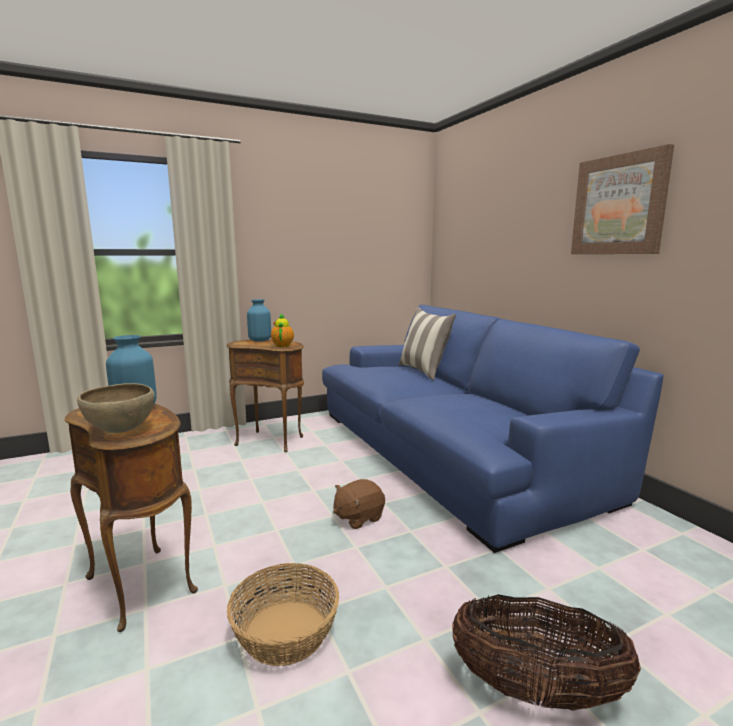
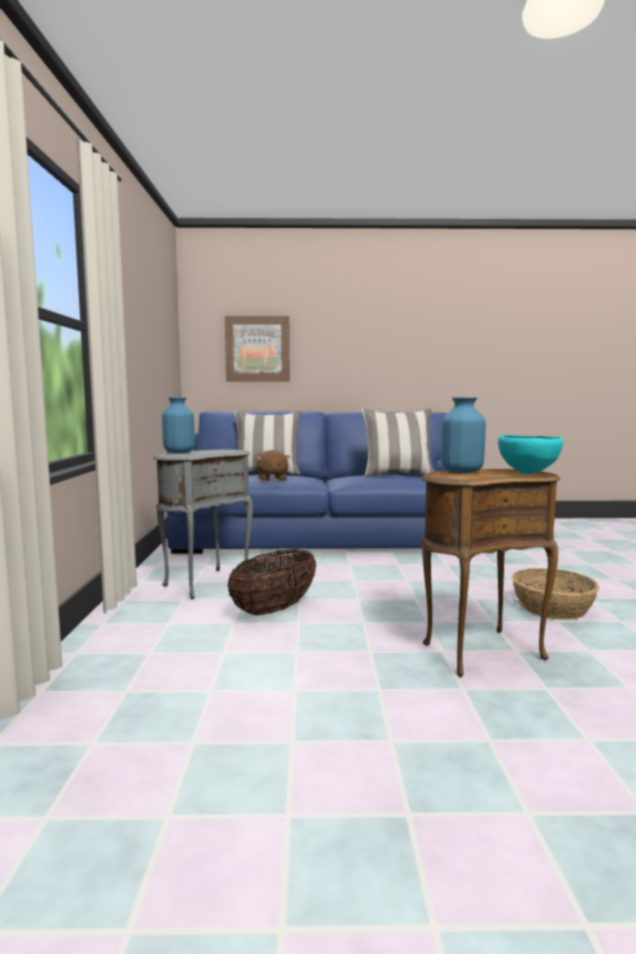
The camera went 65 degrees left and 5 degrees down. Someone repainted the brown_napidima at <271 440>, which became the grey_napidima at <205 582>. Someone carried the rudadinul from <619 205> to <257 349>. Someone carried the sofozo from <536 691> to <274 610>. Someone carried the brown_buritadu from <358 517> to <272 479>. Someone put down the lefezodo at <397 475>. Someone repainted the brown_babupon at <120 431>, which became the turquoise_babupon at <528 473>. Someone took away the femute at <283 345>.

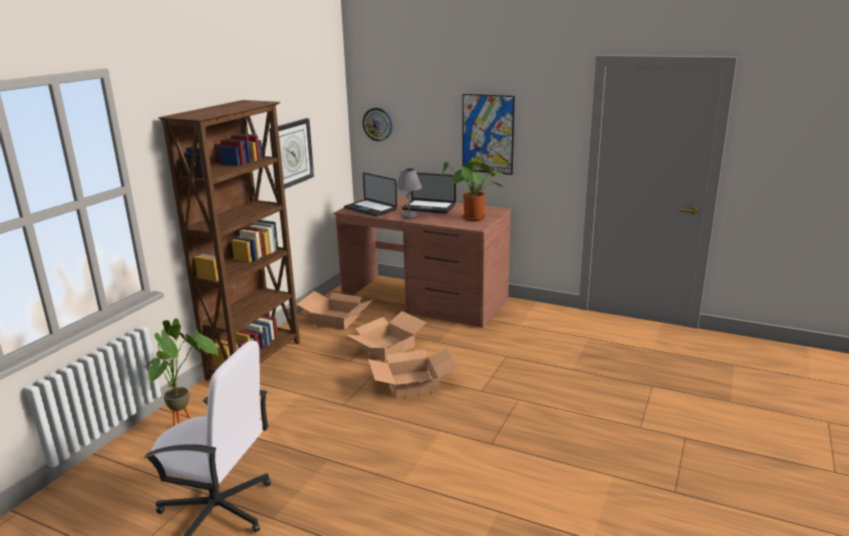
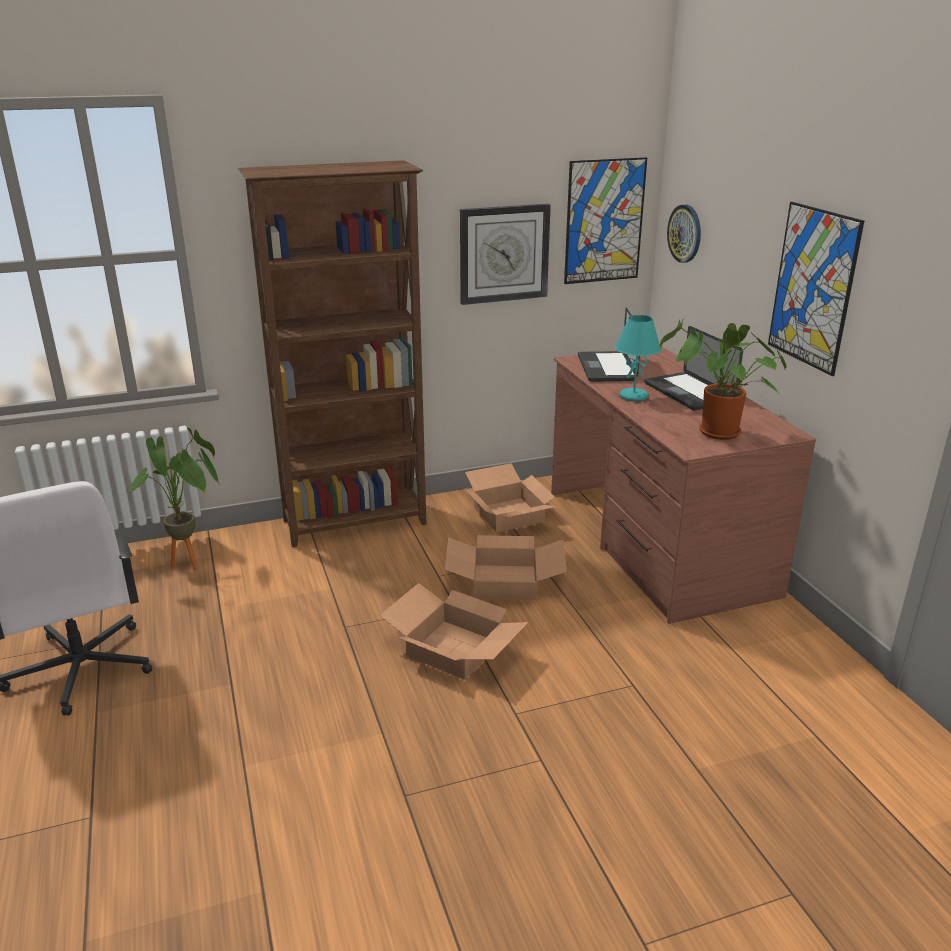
The camera went 45 degrees right and 5 degrees up. Someone put up the rudadinul at <604 221>. Someone repainted the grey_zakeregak at <409 216>, which became the turquoise_zakeregak at <634 396>.

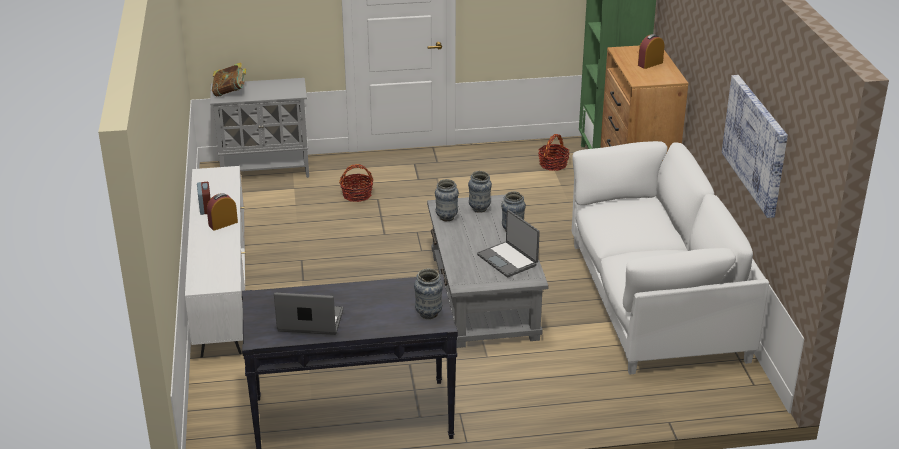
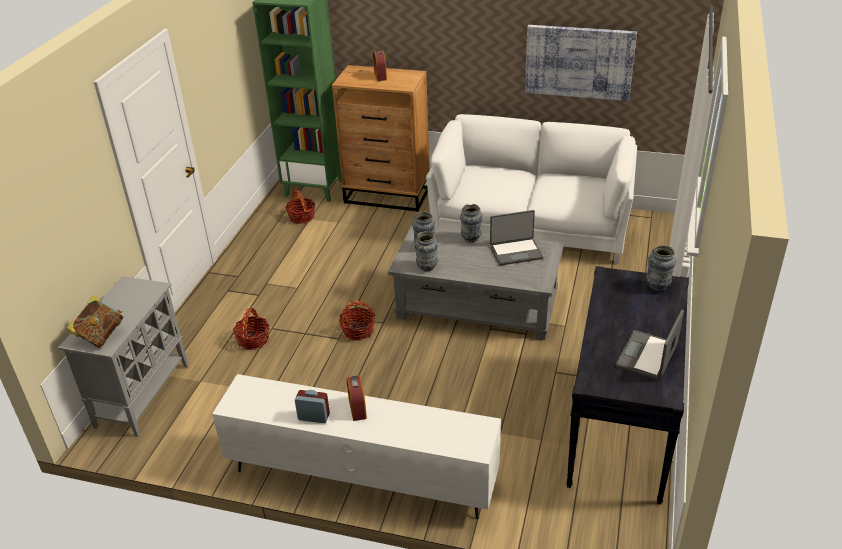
The camera went 65 degrees left and 5 degrees up. Someone put down the sofozo at <358 331>.

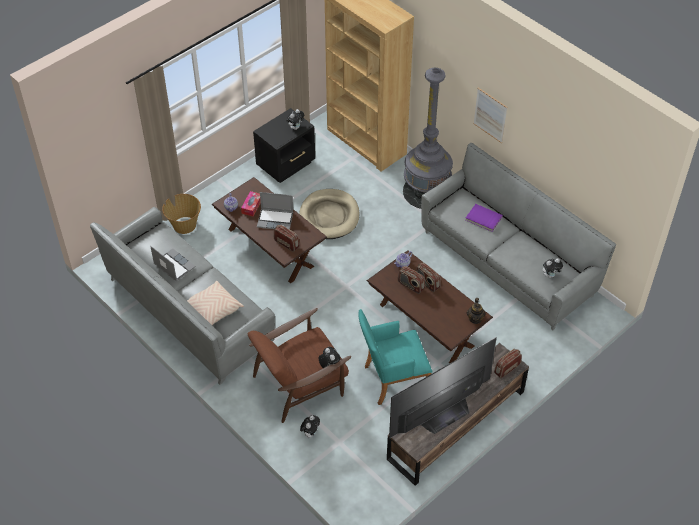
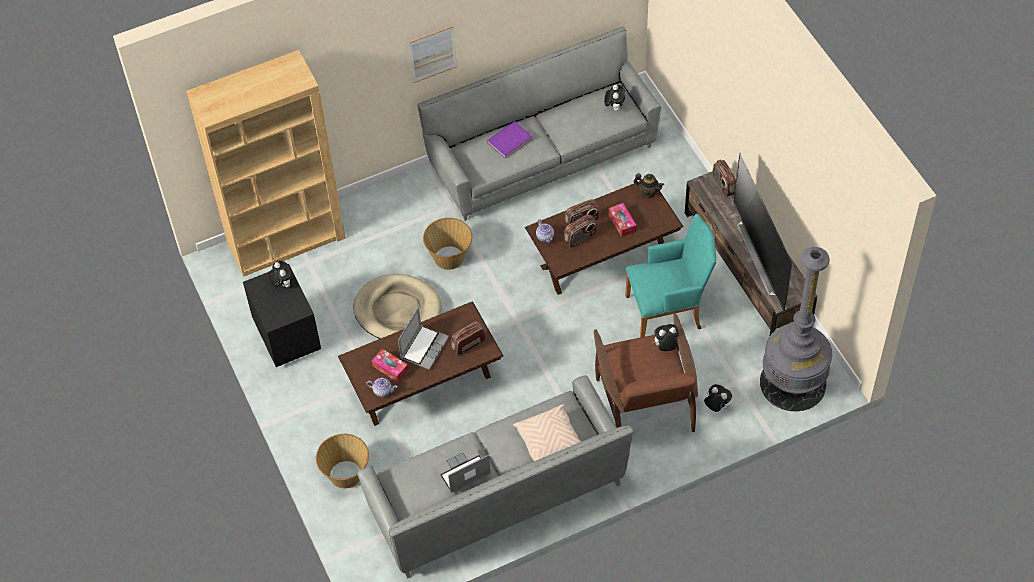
The camera went 70 degrees left and 5 degrees up. Someone put down the sofozo at <449 257>. Someone put down the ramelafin at <622 223>. Someone rotated the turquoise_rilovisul at <392 380> by 105 degrees counterclockwise. Someone carried the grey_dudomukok from <426 191> to <793 383>.

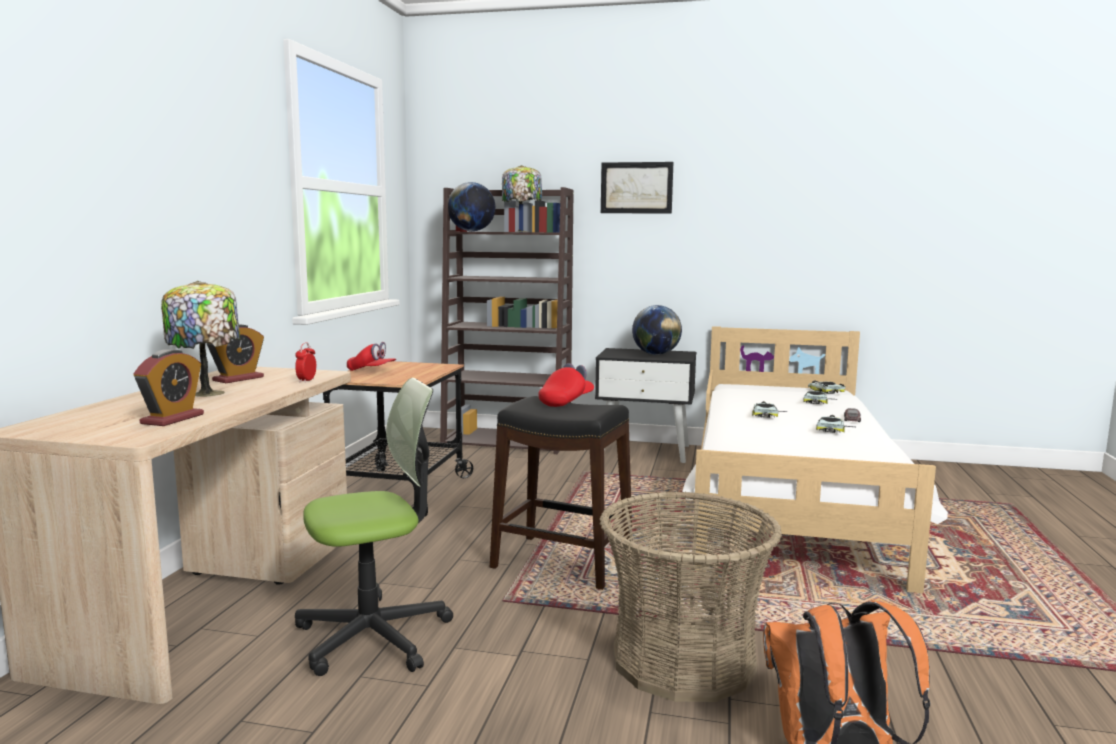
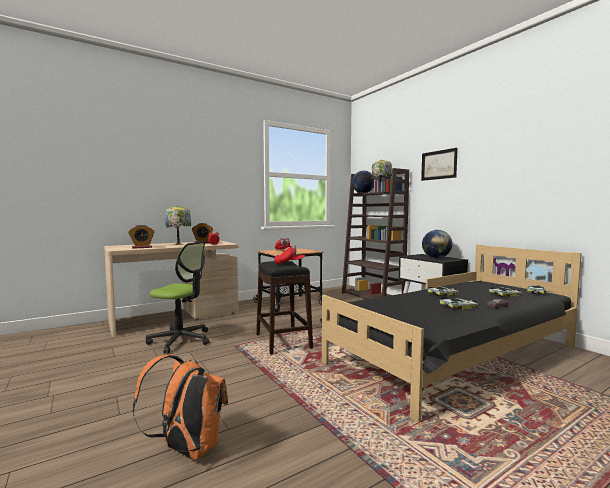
The camera went 45 degrees right and 5 degrees down. Someone repainted the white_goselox at <789 502>, which became the black_goselox at <455 355>. Someone took away the sofozo at <683 660>.

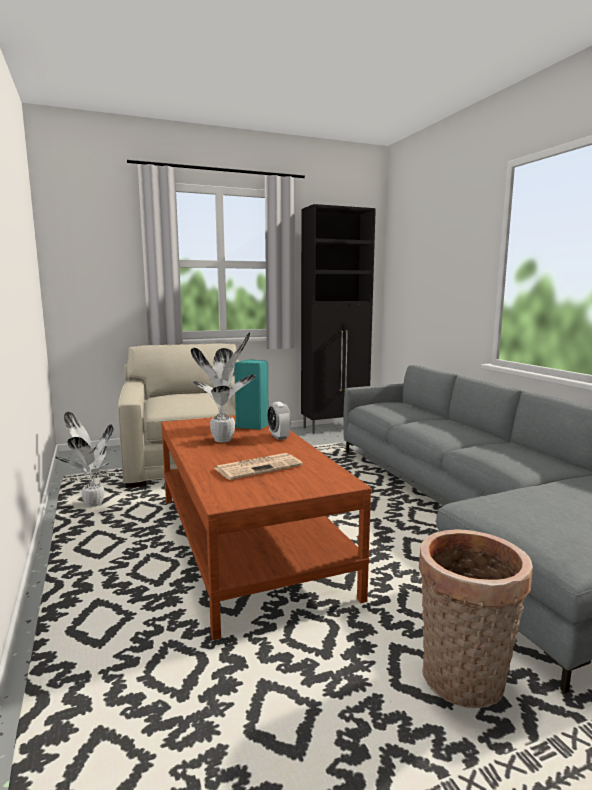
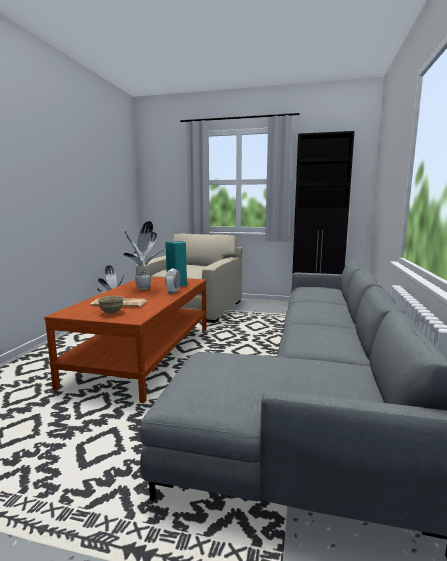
The camera went 35 degrees right and 0 degrees up. Someone put down the beige_babupon at <111 312>. Someone took away the sofozo at <464 682>.

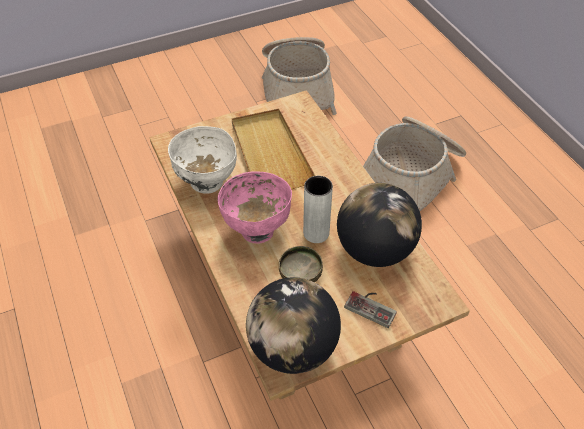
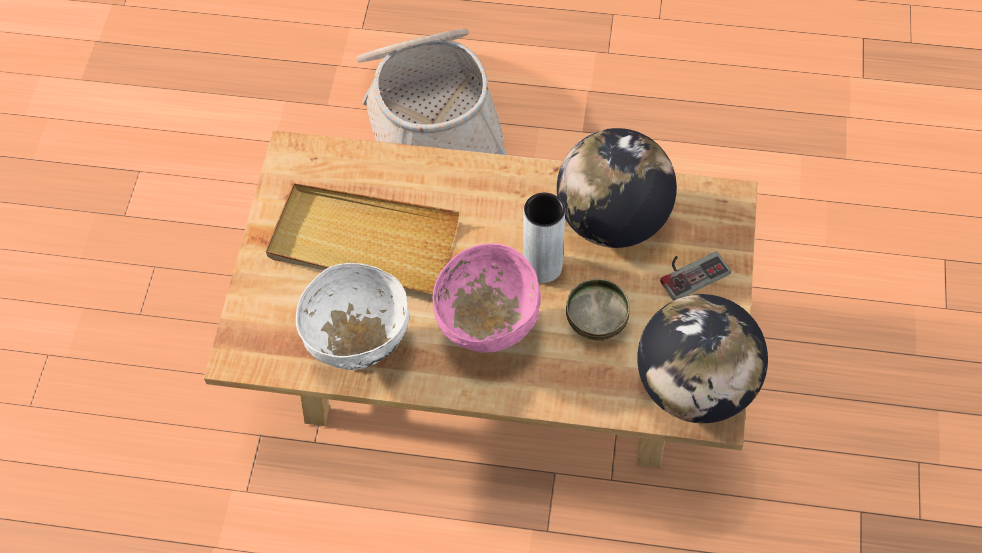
The camera went 55 degrees left and 10 degrees up. Someone took away the sofozo at <297 88>.

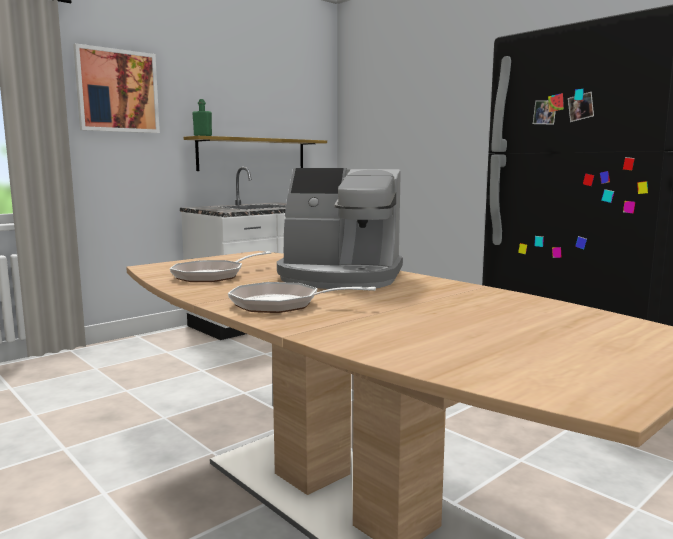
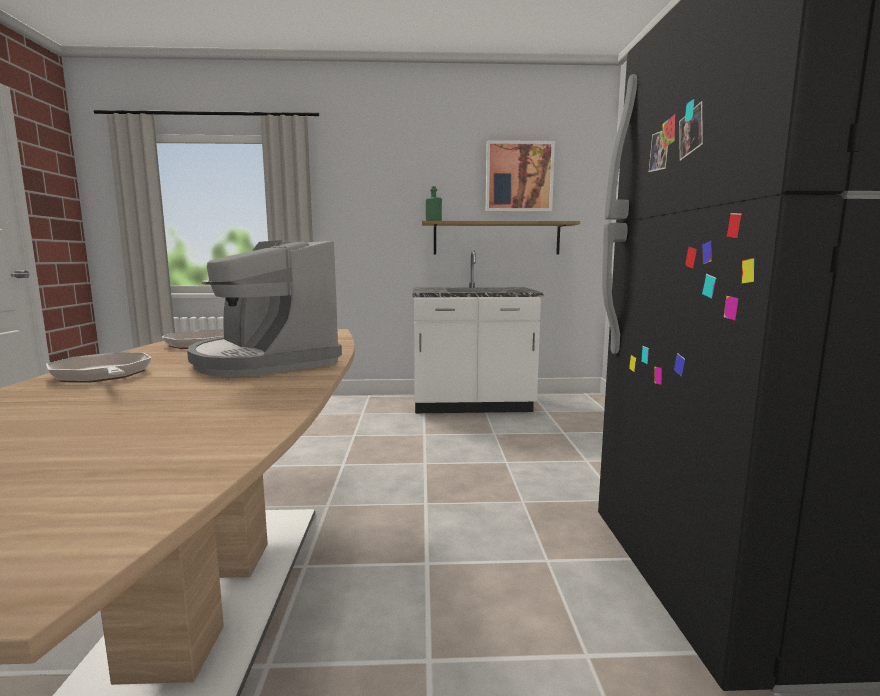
The camera went 40 degrees right and 0 degrees up. Someone carried the rudadinul from <117 91> to <519 177>.

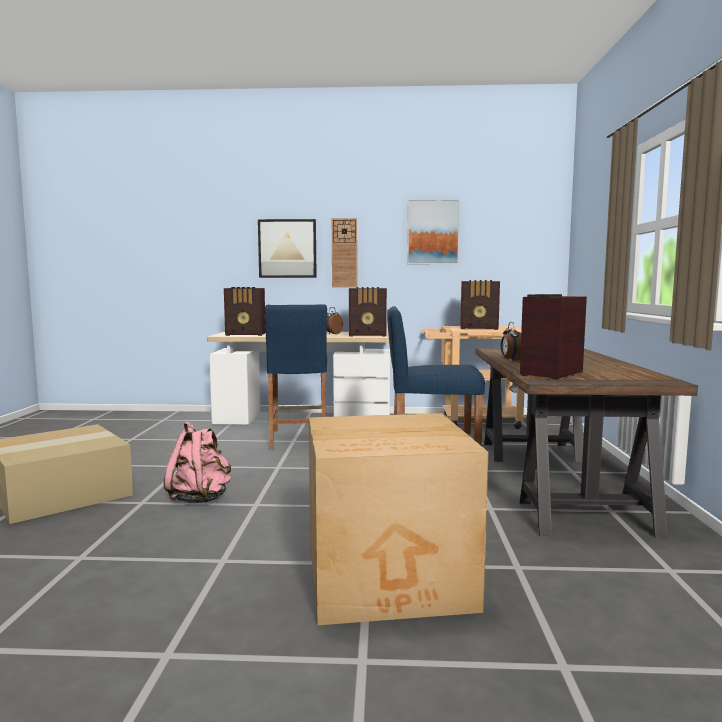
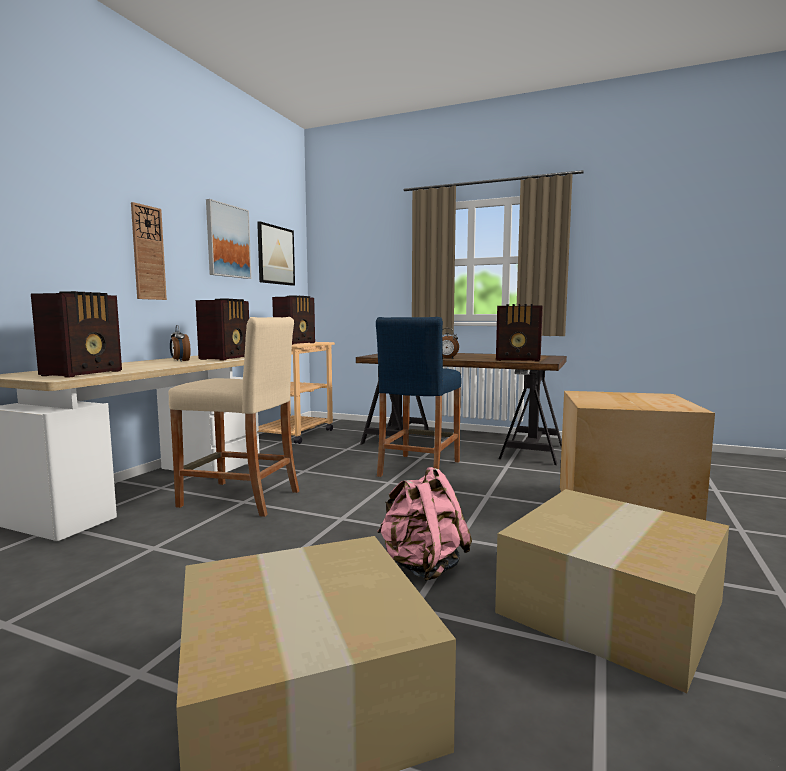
The camera went 70 degrees left and 0 degrees up. Someone repainted the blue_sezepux at <298 439>, which became the beige_sezepux at <240 499>. Someone carried the rudadinul from <287 248> to <276 255>. Someone put down the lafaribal at <612 609>. Someone rotated the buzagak at <549 374> by 45 degrees counterclockwise.

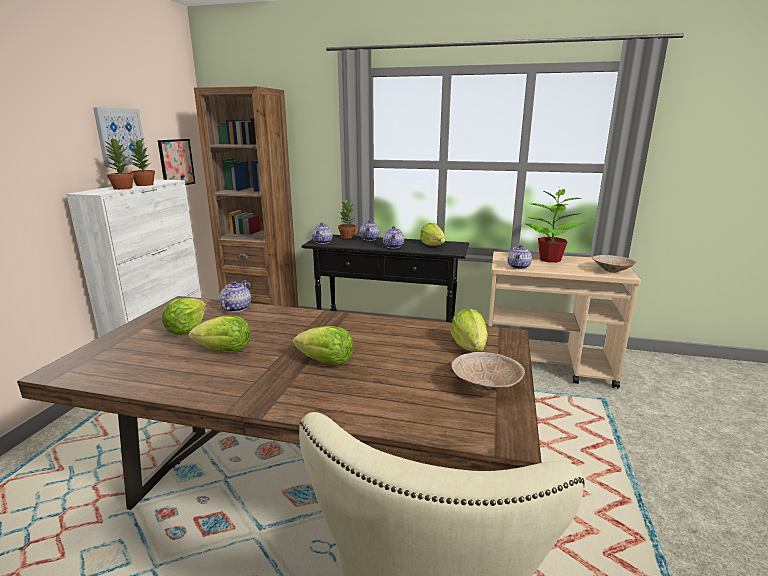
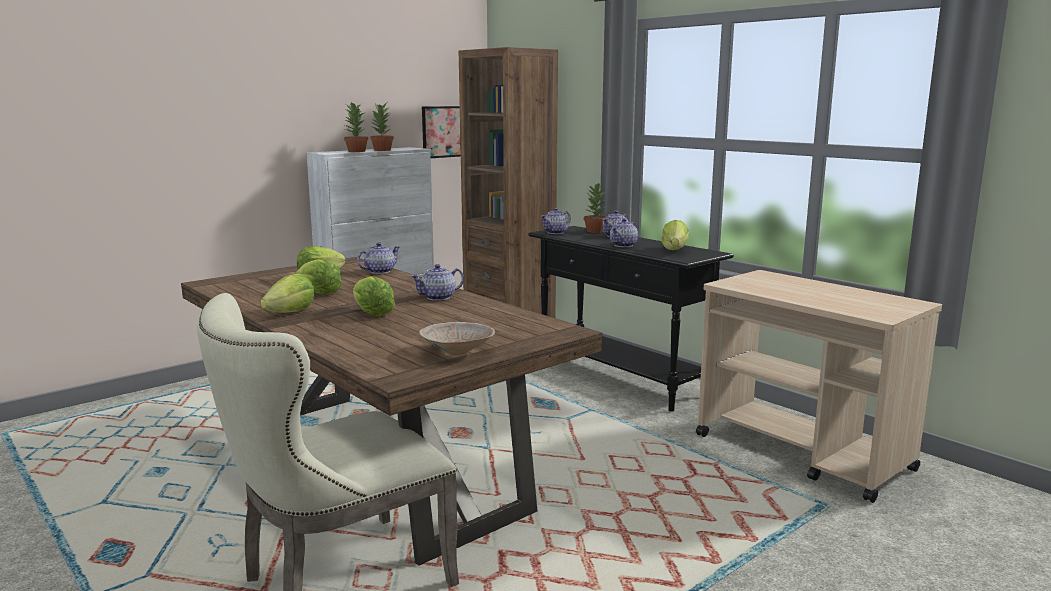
The camera went 35 degrees right and 5 degrees down. Someone carried the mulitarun from <470 347> to <290 313>. Someone carried the femute from <519 267> to <439 297>. Someone took away the rudadinul at <120 137>. Someone took away the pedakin at <549 259>. Someone took away the beige_babupon at <612 271>.

